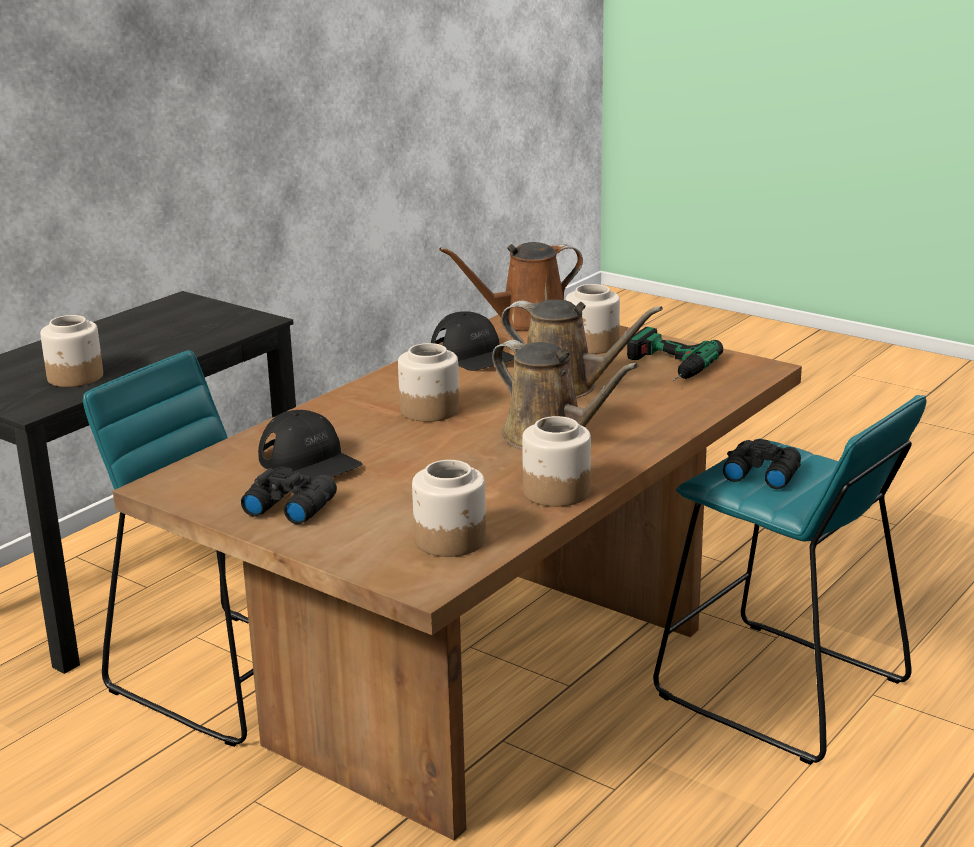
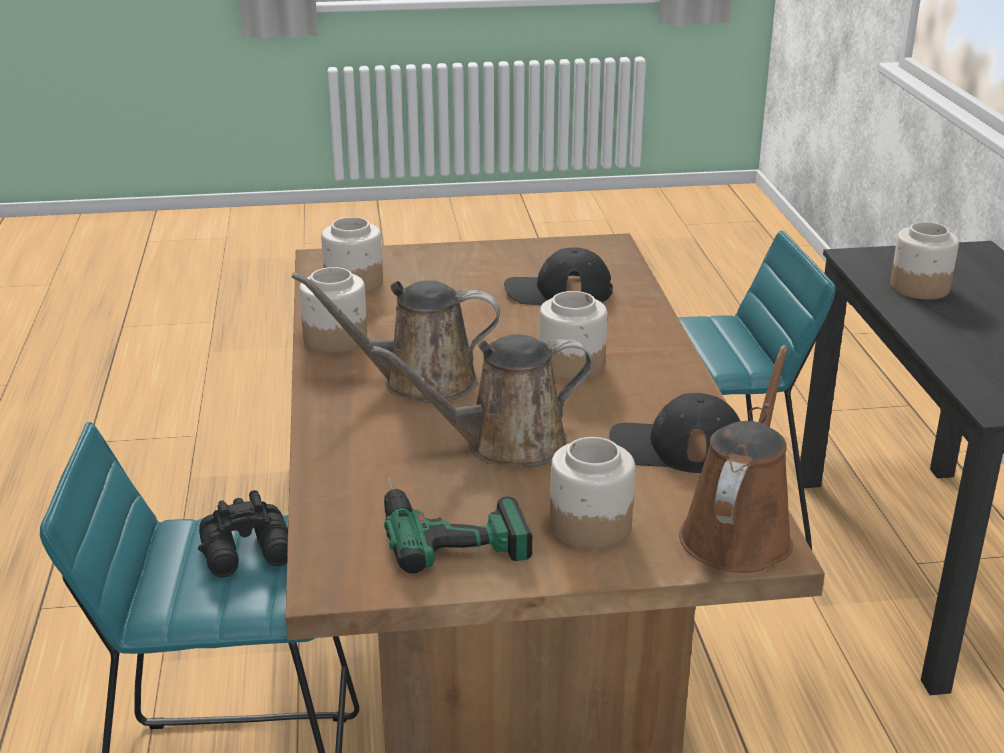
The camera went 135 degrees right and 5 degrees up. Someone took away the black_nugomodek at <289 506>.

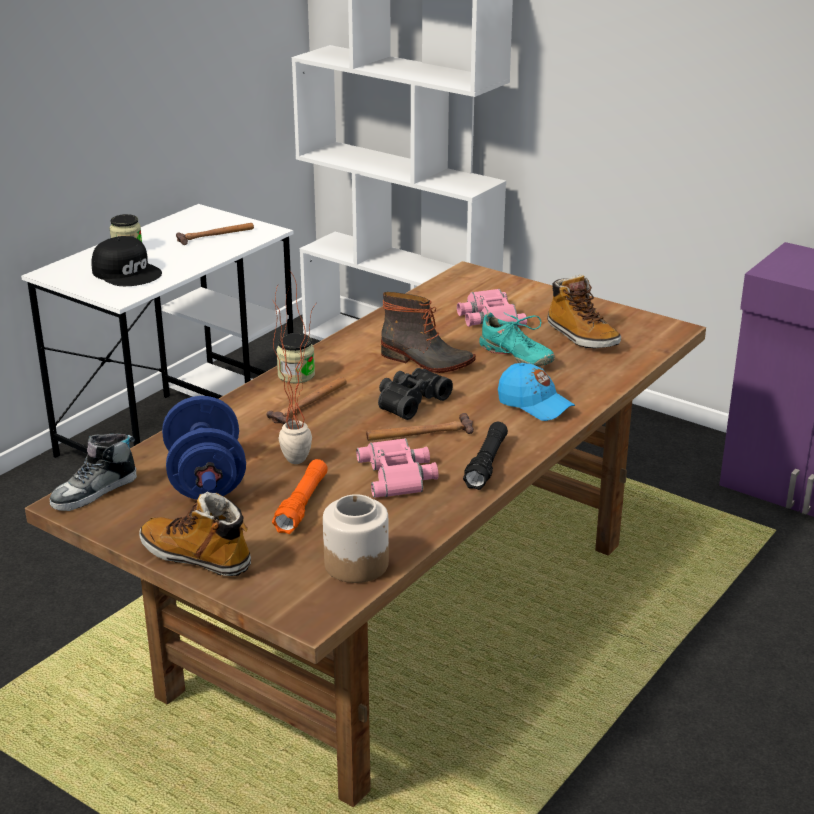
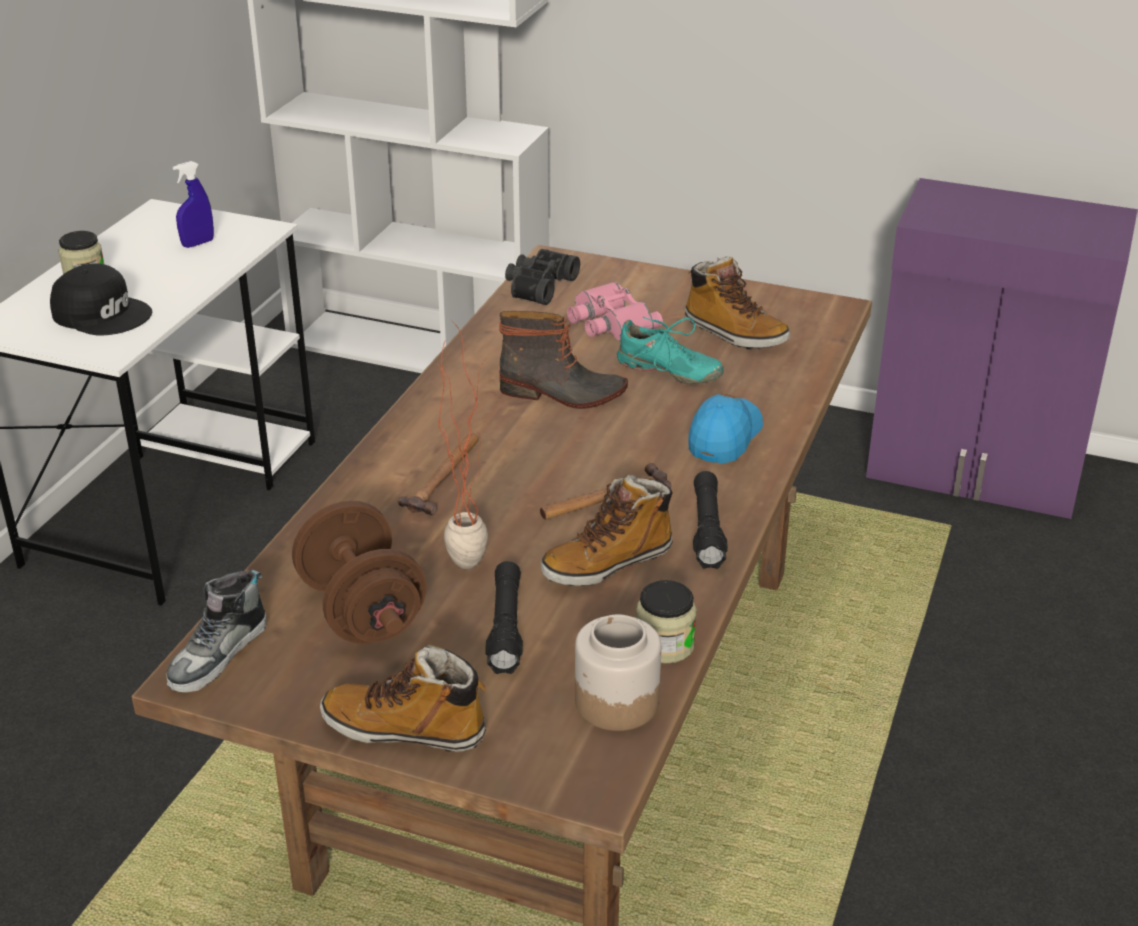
The camera went 15 degrees left and 5 degrees up. Someone swapped the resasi at <216 235> for the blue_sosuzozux at <198 243>. Someone repainted the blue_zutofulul at <206 480>, which became the brown_zutofulul at <362 611>. Someone repainted the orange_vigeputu at <302 505>, which became the black_vigeputu at <506 627>. Someone carried the black_nugomodek from <409 401> to <538 286>. Someone swapped the pink_nugomodek at <399 475> for the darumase at <607 563>. Someone carried the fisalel from <296 375> to <664 645>. Someone rotated the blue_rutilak at <534 405> by 90 degrees counterclockwise.

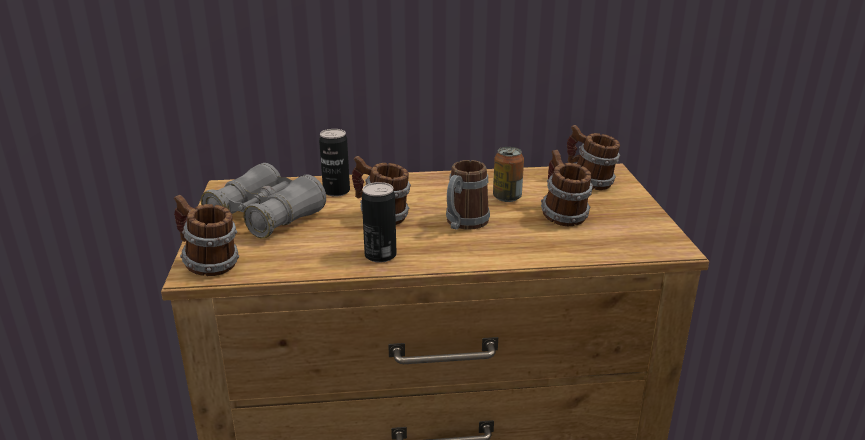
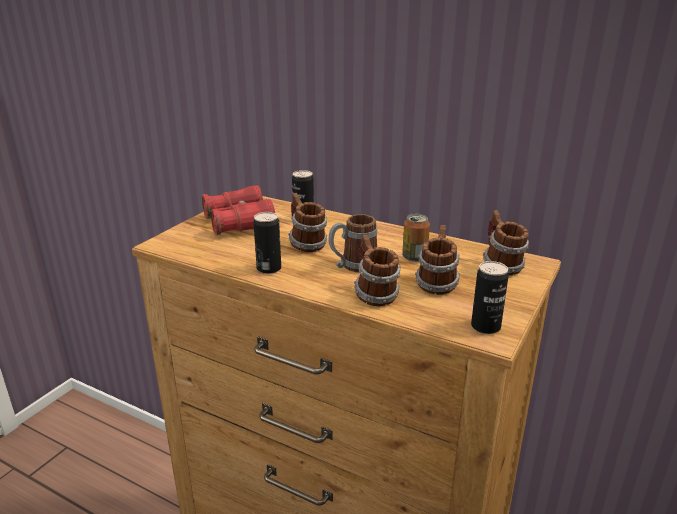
The camera went 35 degrees right and 0 degrees up. Someone repainted the grey_nugomodek at <266 217>, which became the red_nugomodek at <239 223>. Someone carried the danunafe from <209 265> to <374 295>. Someone put down the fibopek at <485 327>.

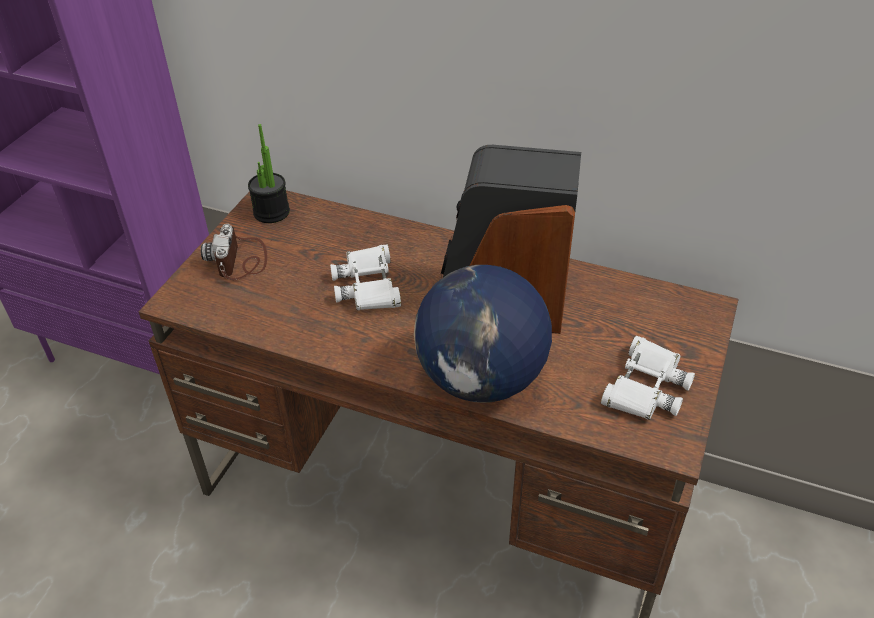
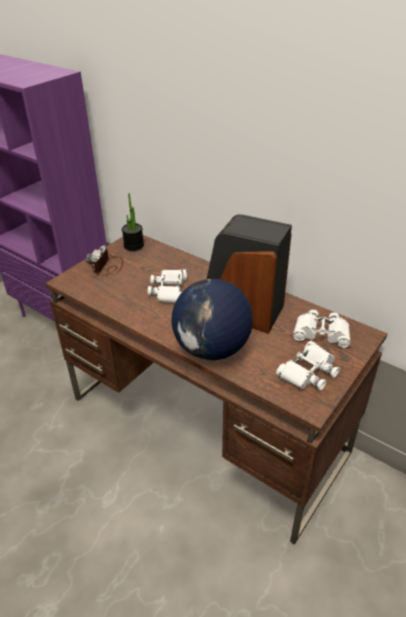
The camera went 15 degrees right and 5 degrees down. Someone put down the white_nugomodek at <321 333>.

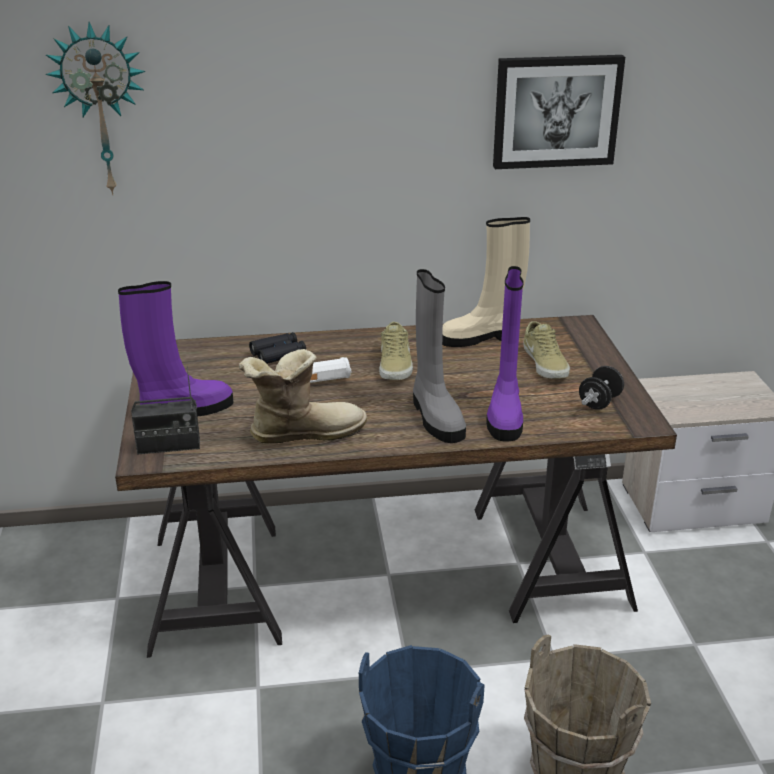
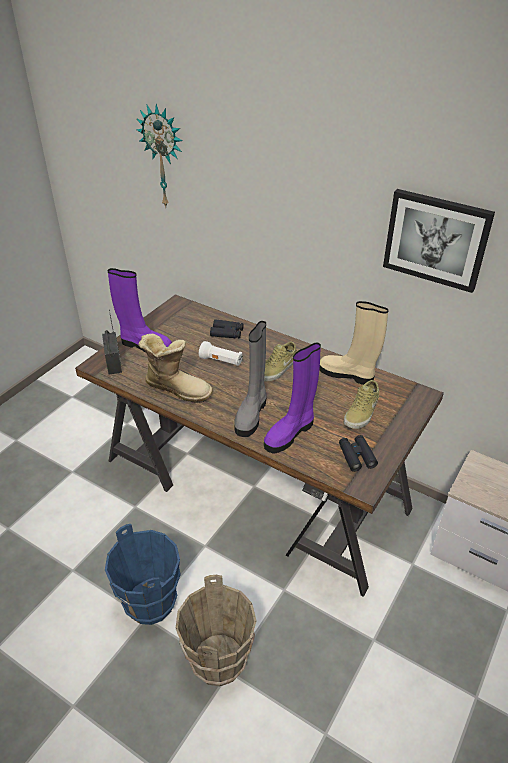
The camera went 40 degrees right and 10 degrees up. Someone rotated the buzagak at <168 445> by 135 degrees counterclockwise. Someone swapped the black_zutofulul at <599 402> for the black_nugomodek at <356 456>.

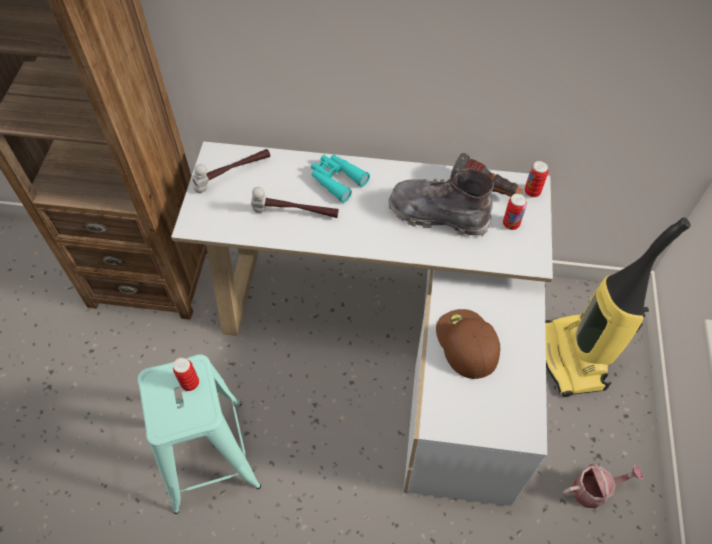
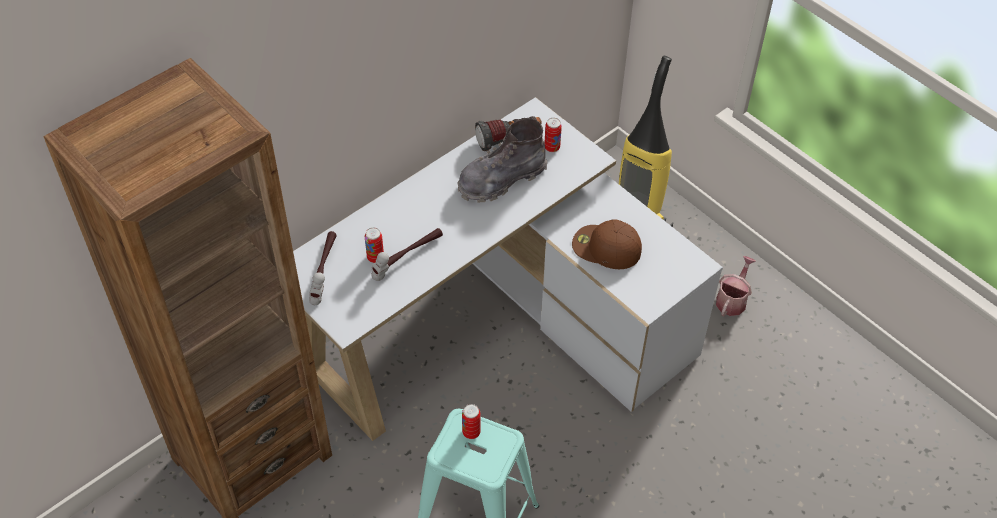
The camera went 50 degrees left and 5 degrees down. Someone carried the fibopek from <532 192> to <375 257>. Someone took away the turquoise_nugomodek at <336 180>.

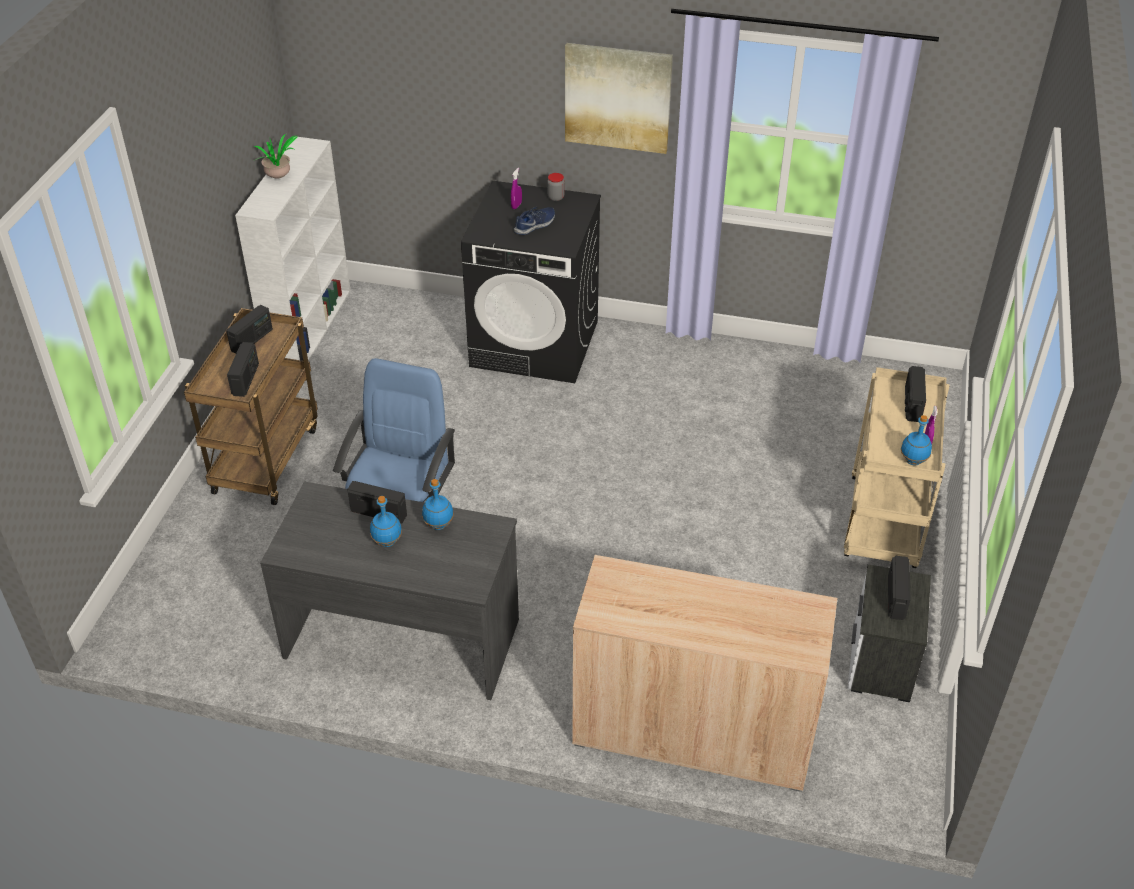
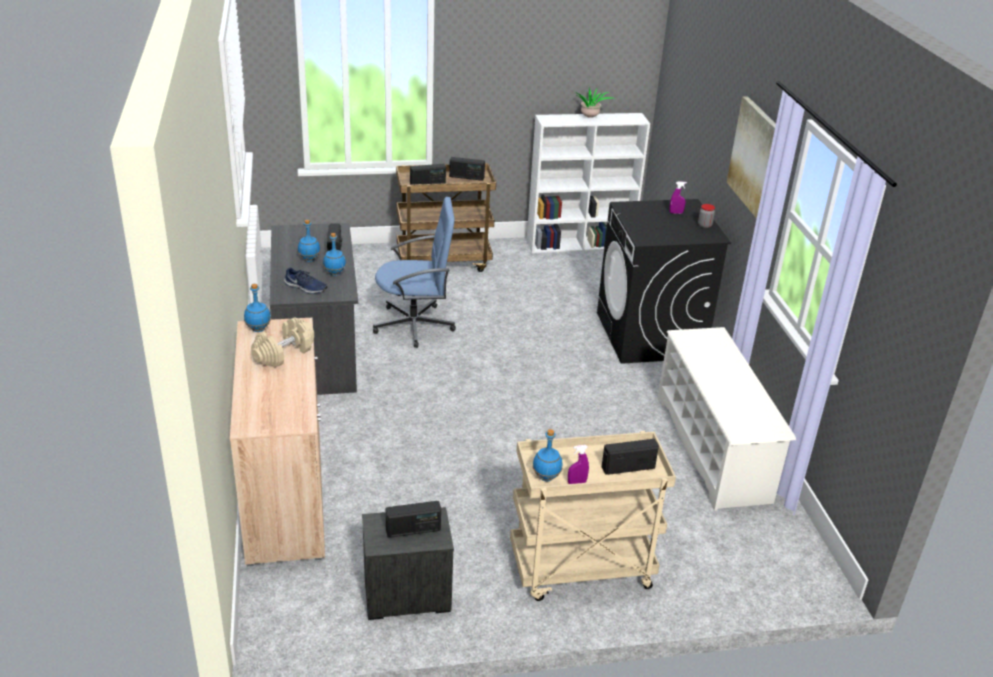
The camera went 65 degrees right and 10 degrees down. Someone put down the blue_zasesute at <258 329>. Someone put down the beige_zutofulul at <284 353>. Someone carried the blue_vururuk from <535 225> to <305 288>. Someone put down the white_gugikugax at <713 448>.

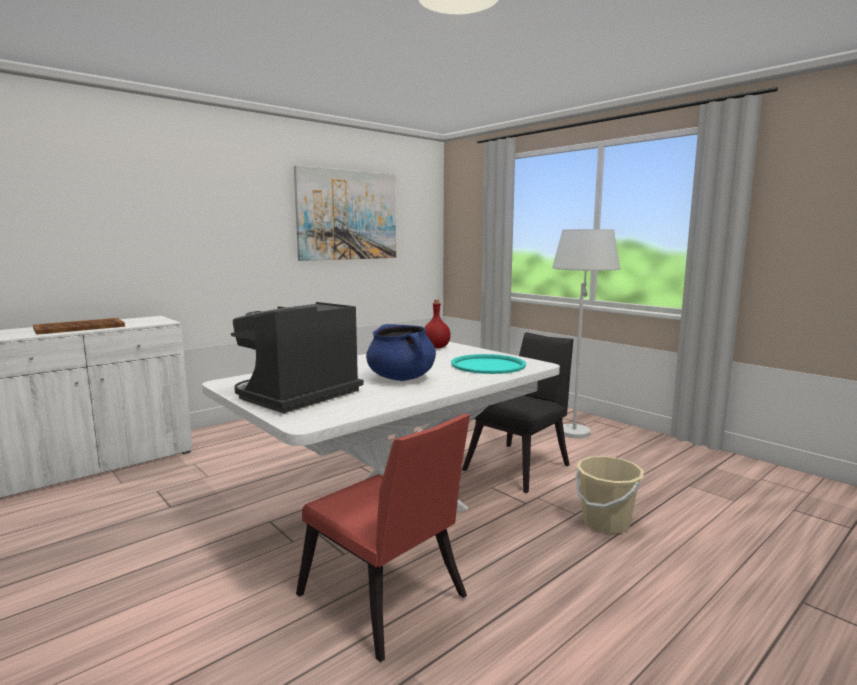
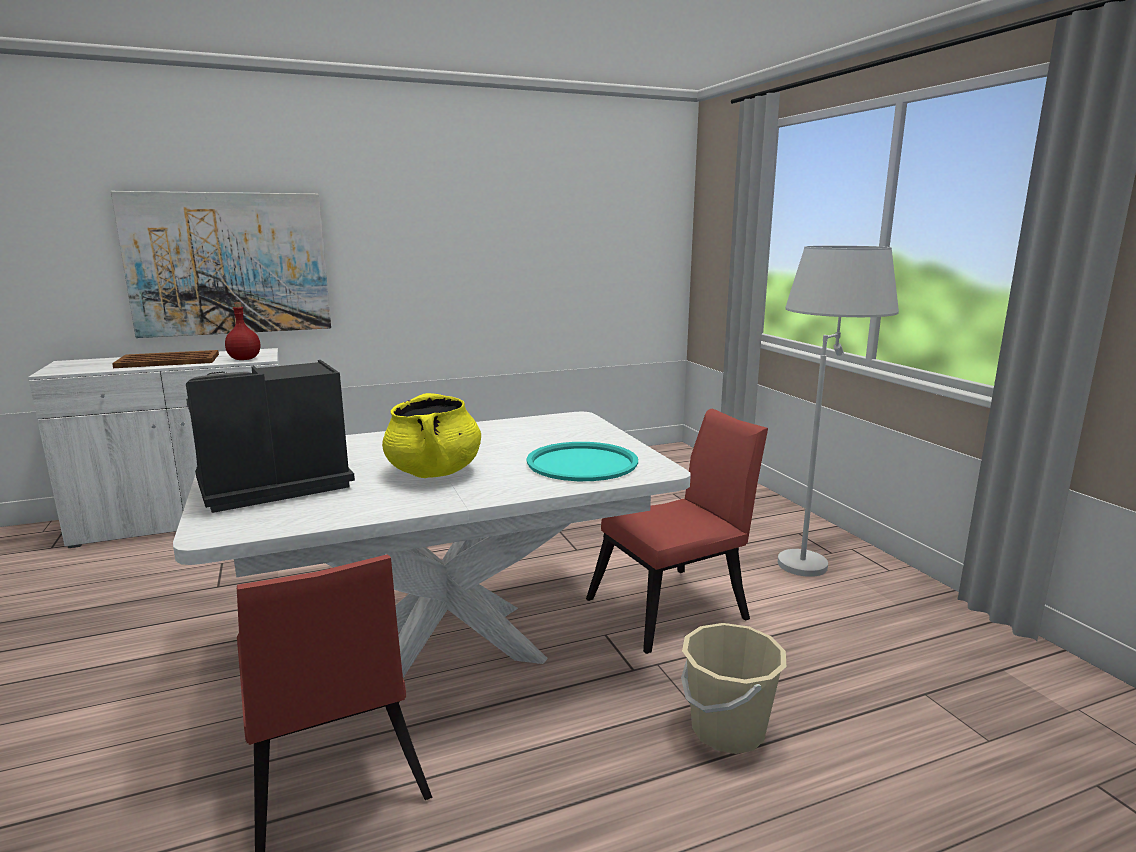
The camera went 20 degrees right and 5 degrees up. Someone carried the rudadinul from <348 215> to <229 264>. Someone carried the red_zasesute from <436 347> to <245 359>. Someone repainted the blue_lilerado at <401 378>, which became the yellow_lilerado at <434 472>. Someone repainted the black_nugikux at <521 466>, which became the red_nugikux at <676 607>.

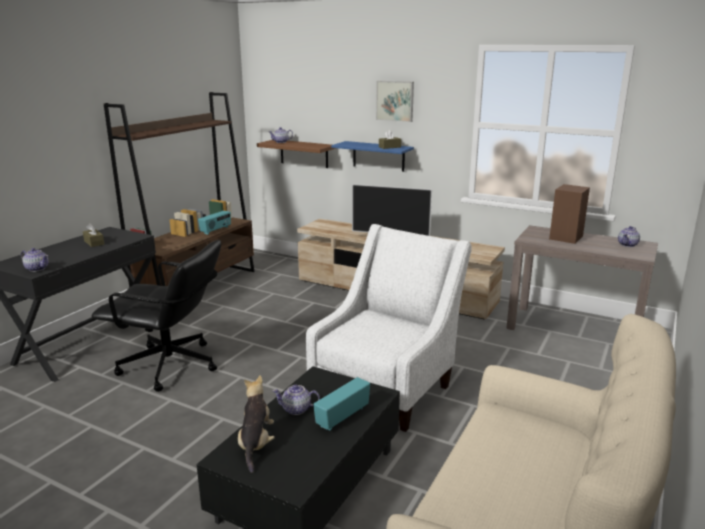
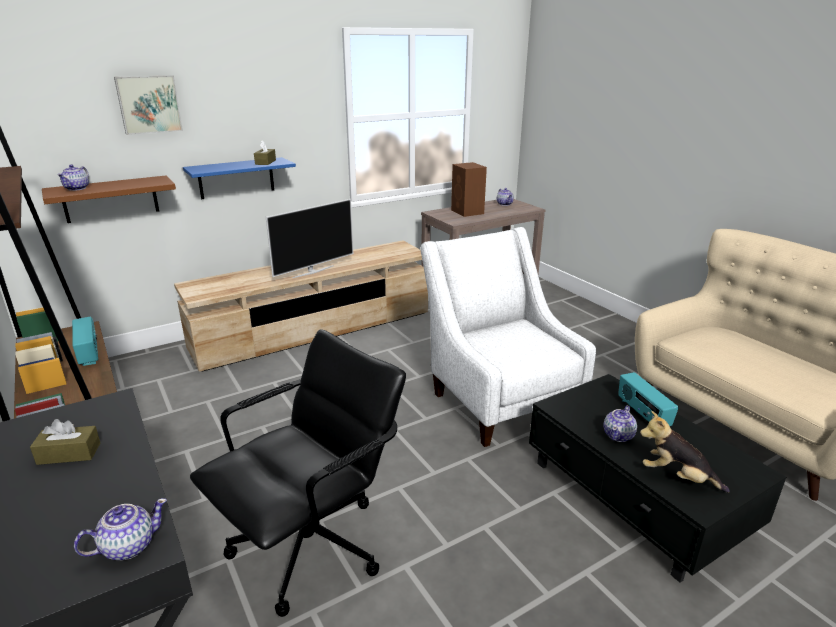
The camera went 60 degrees left and 5 degrees up. Someone carried the rudadinul from <395 101> to <149 104>.

